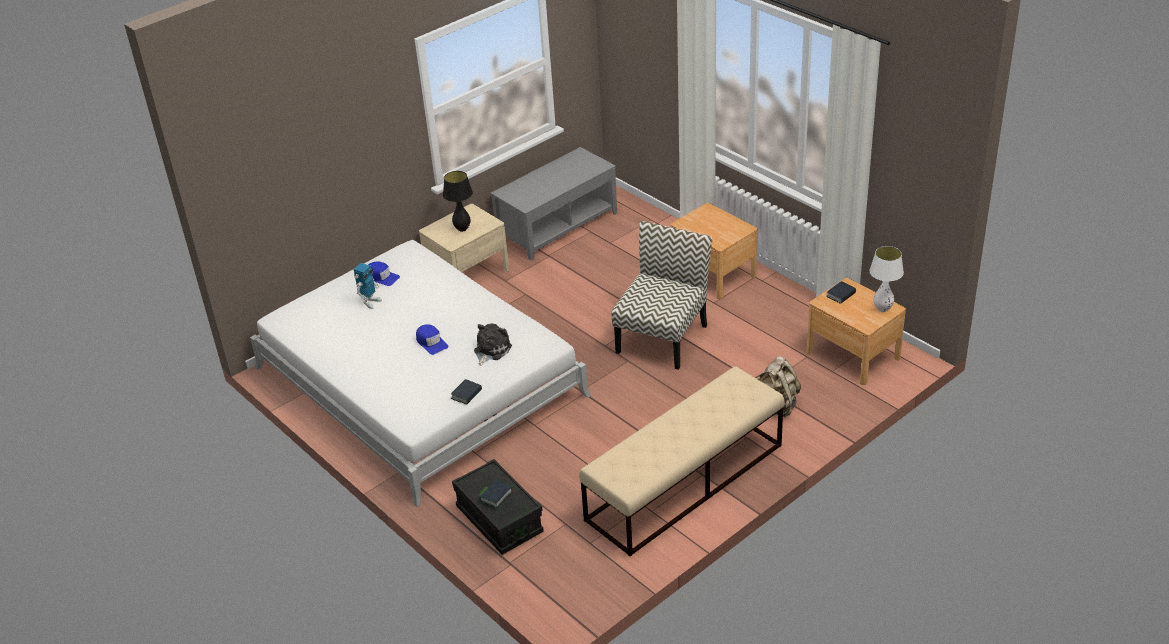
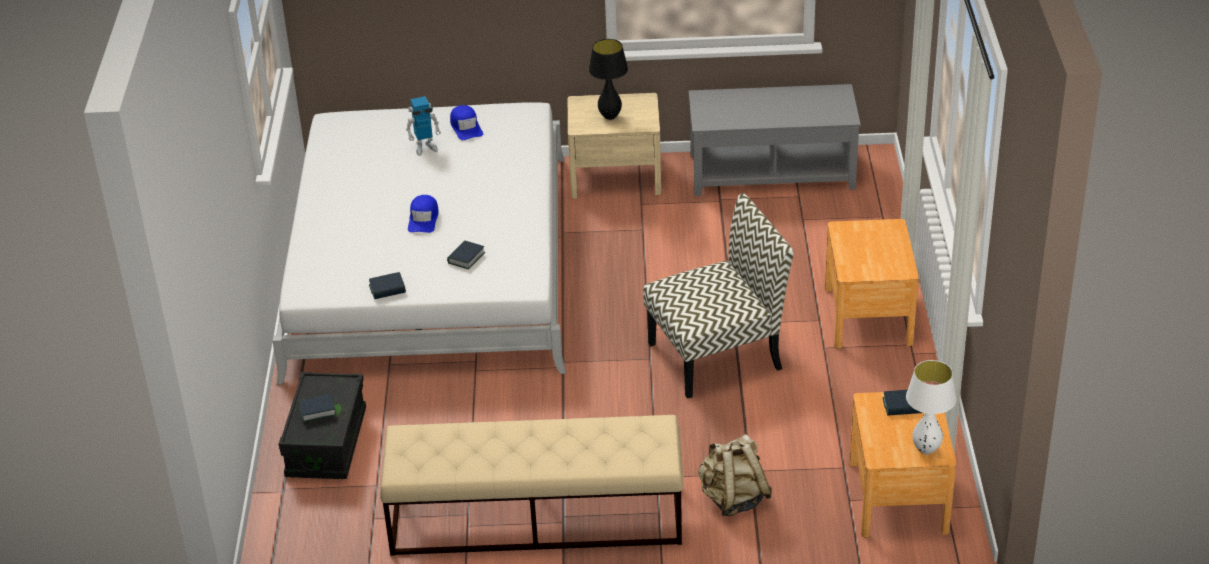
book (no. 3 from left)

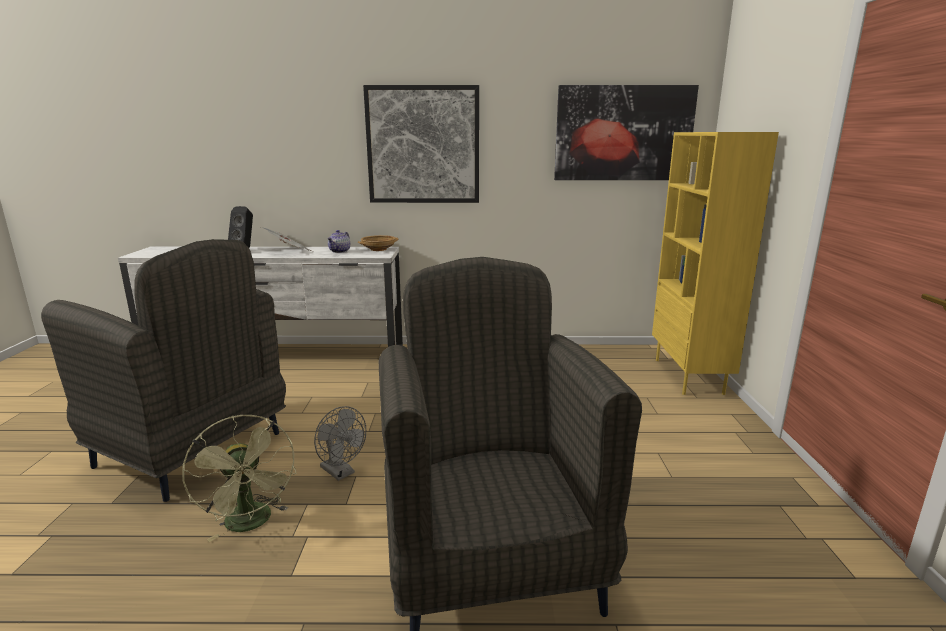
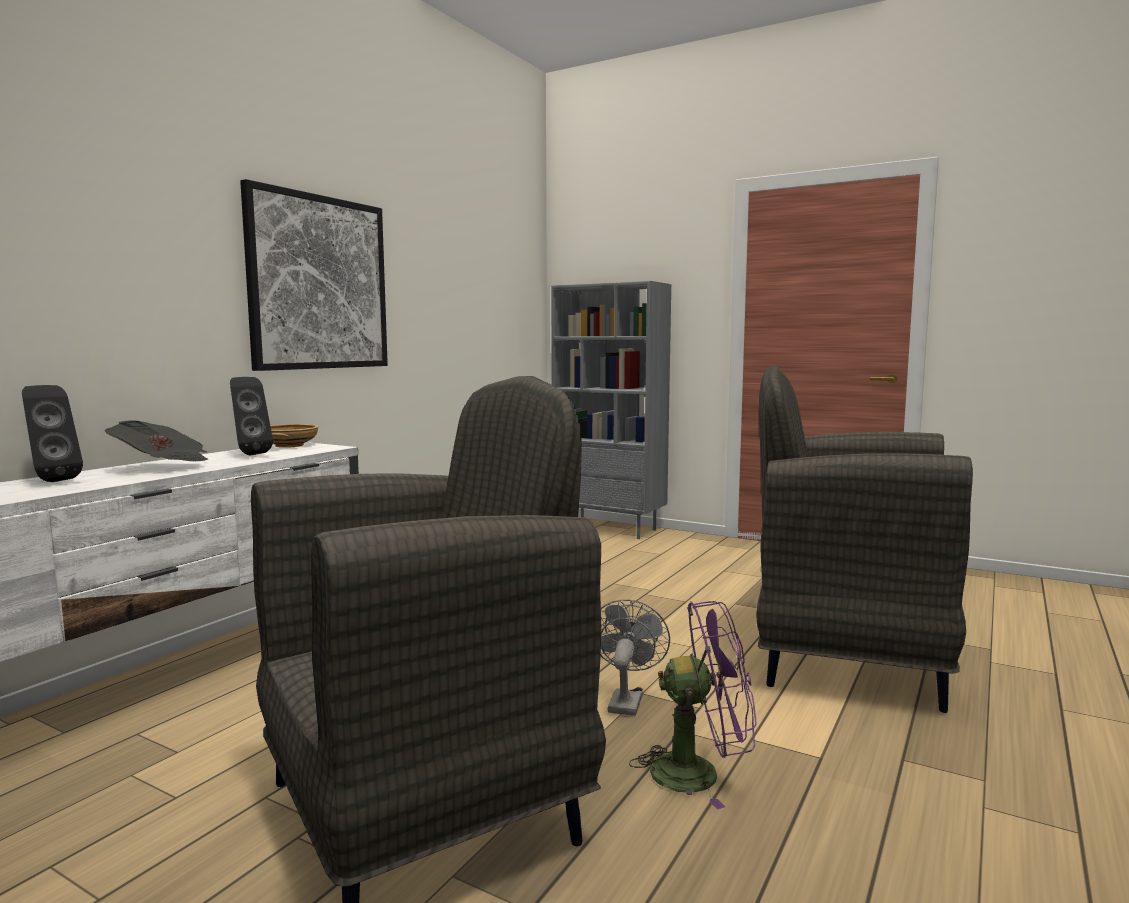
wall picture (no. 2 from left in the first image); blackish loudspeaker (no. 2 from left); purple-coloured cooling fan; greyish bookshelf; greyish cooling fan

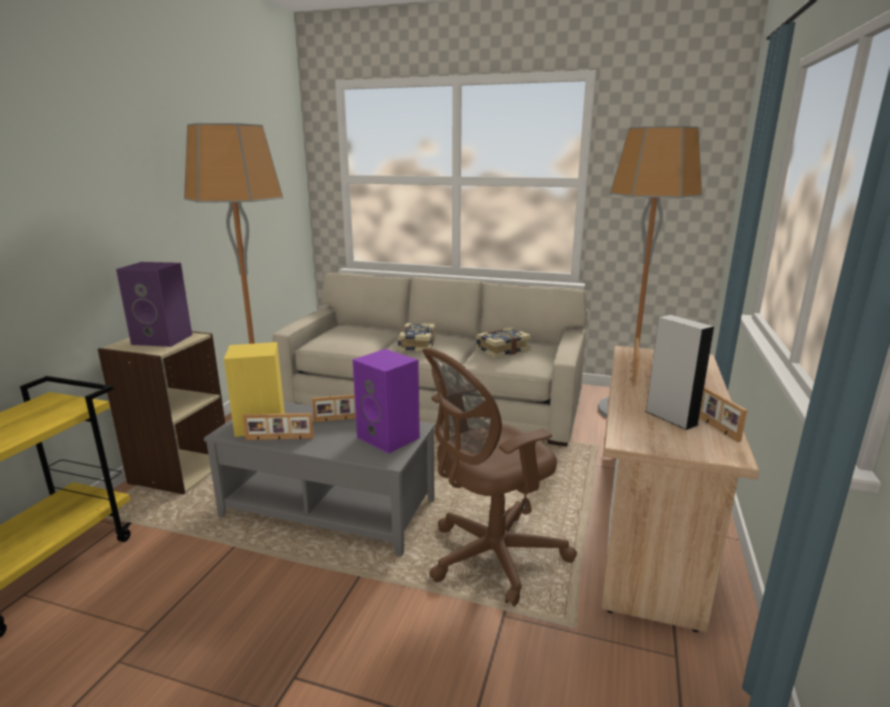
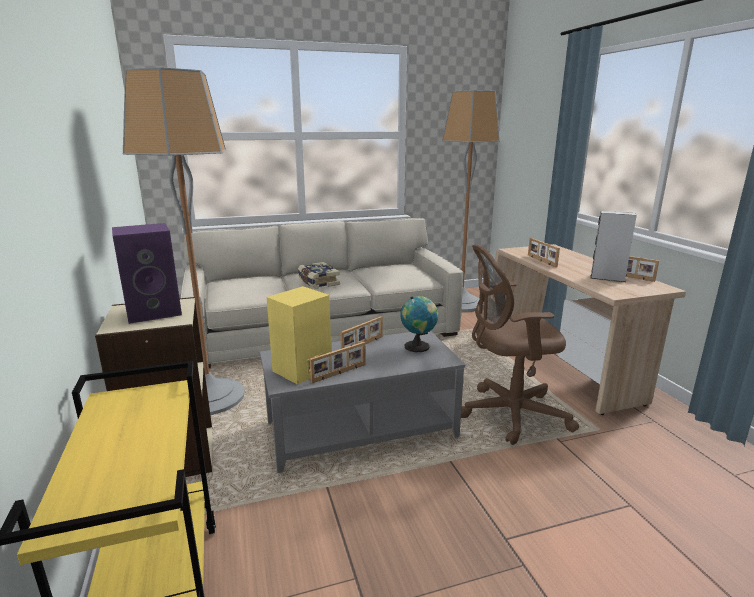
book (no. 2 from left in the first image); world globe; brown computer chair

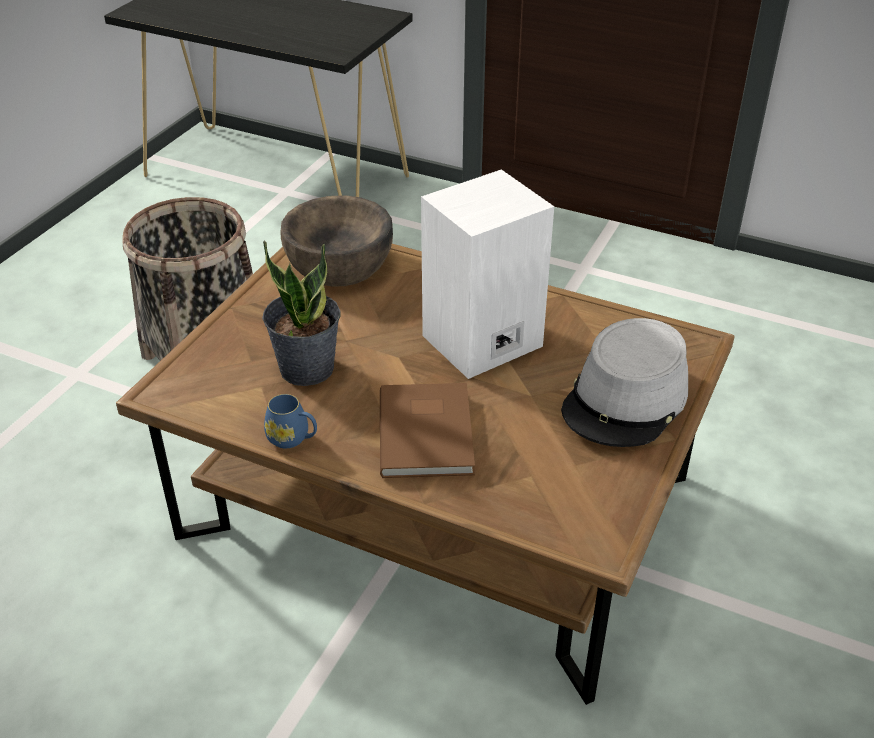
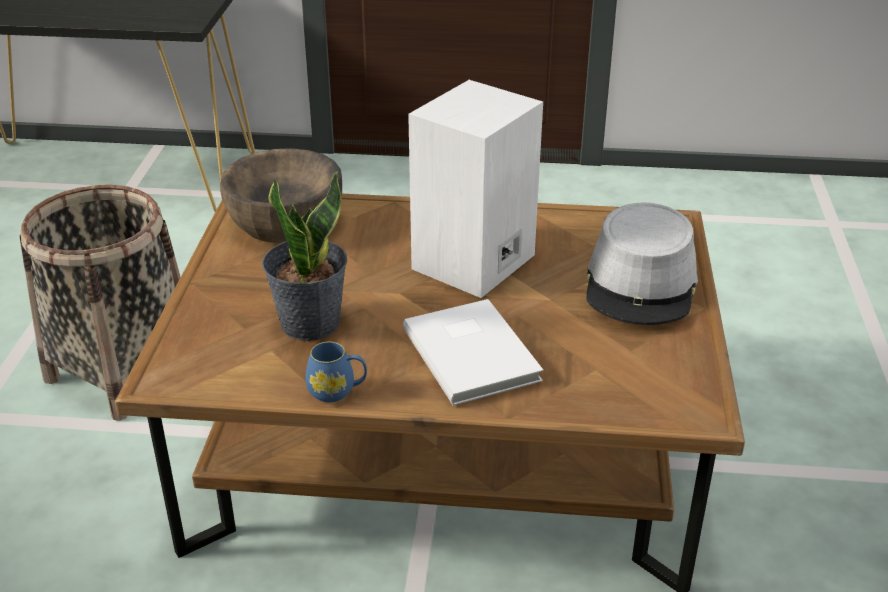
whitish book

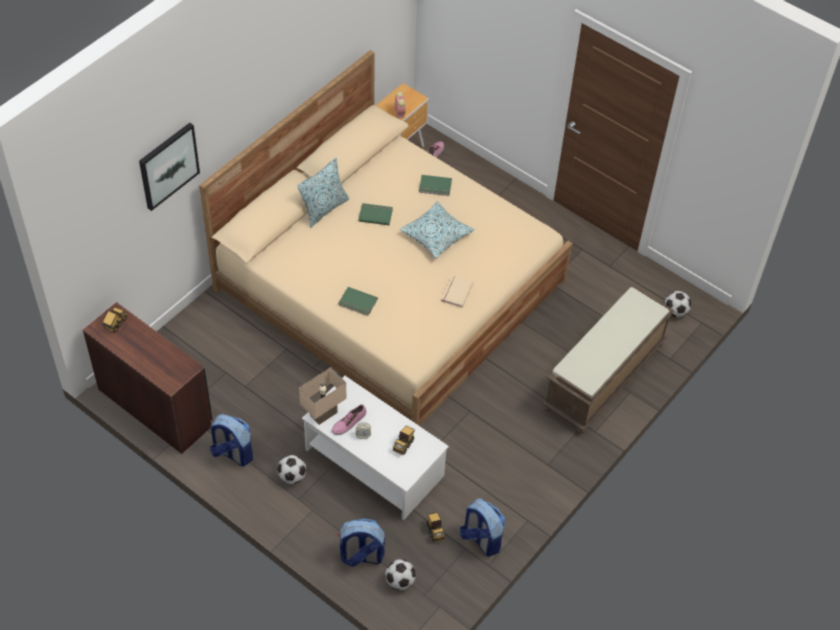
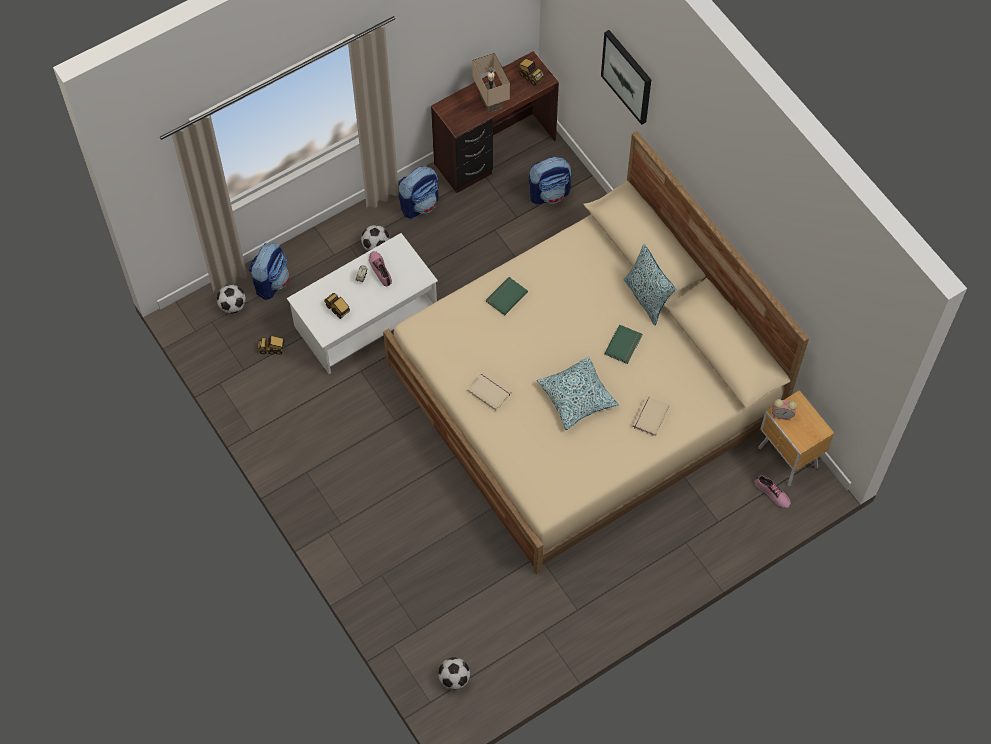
brown bench; beige-coloured table lamp; rucksack (no. 3 from left); beige-coloured book (no. 2 from left)

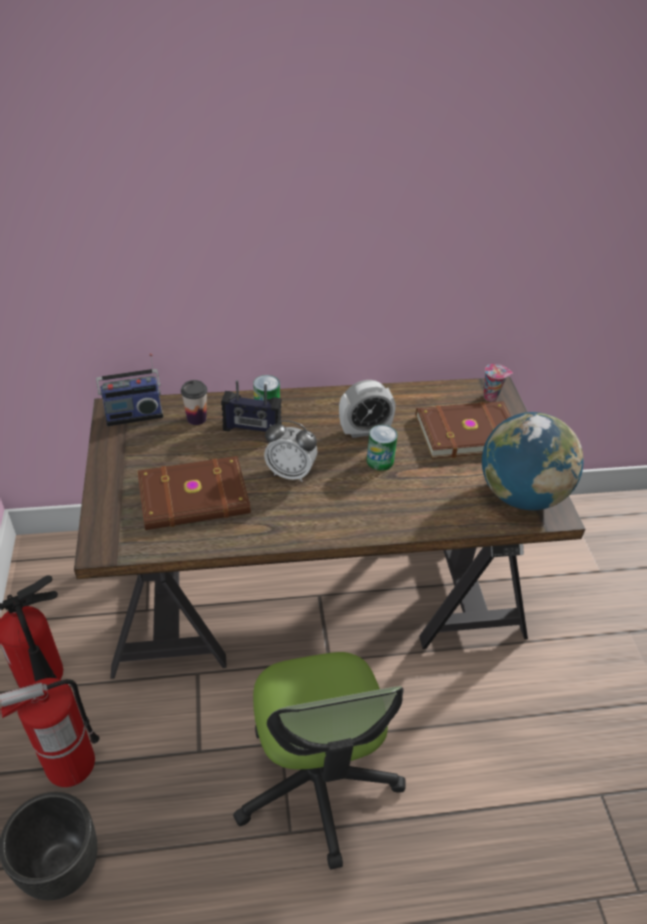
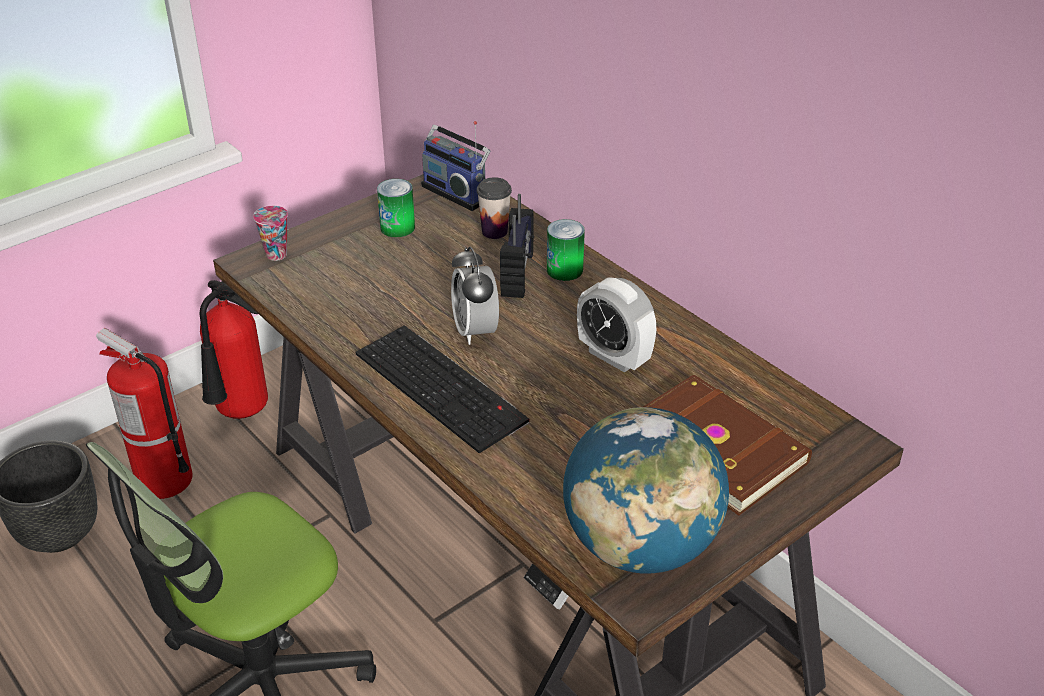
brown book (no. 1 from left in the first image); computer keyboard; metal can (no. 1 from left); small cup (no. 1 from left); radio (no. 2 from left)

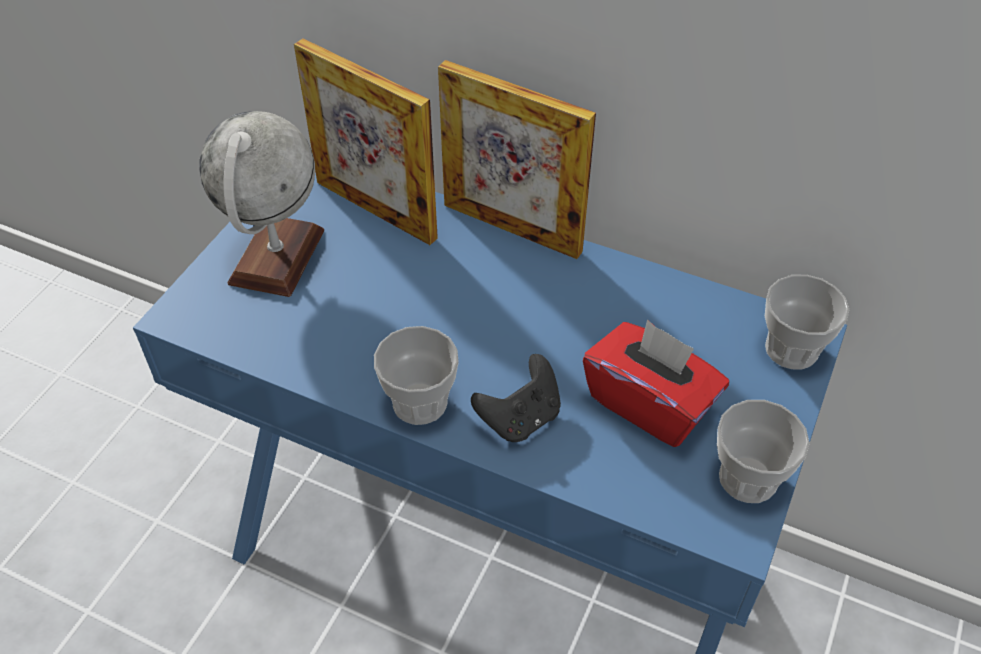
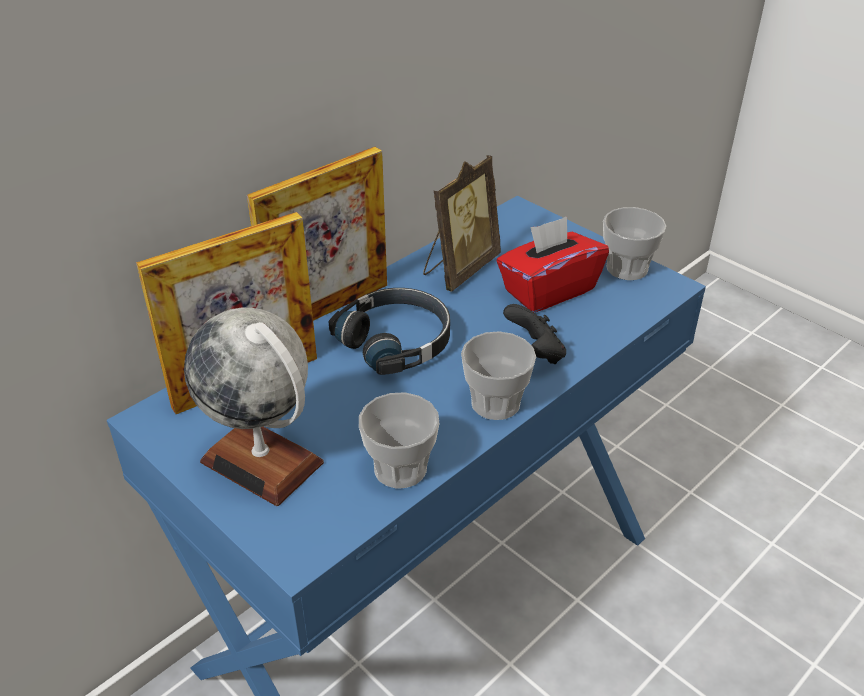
blackish headset; standing frame (no. 3 from left); small cup (no. 1 from left)

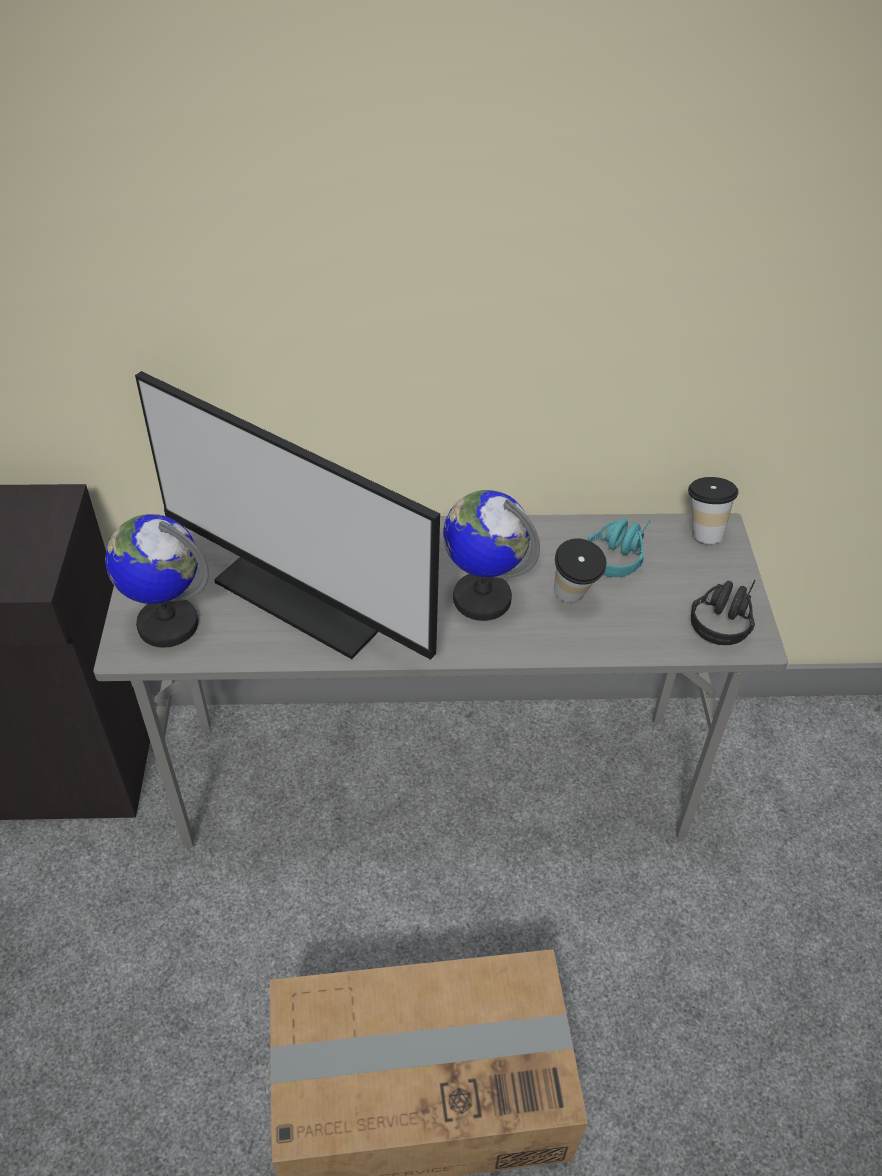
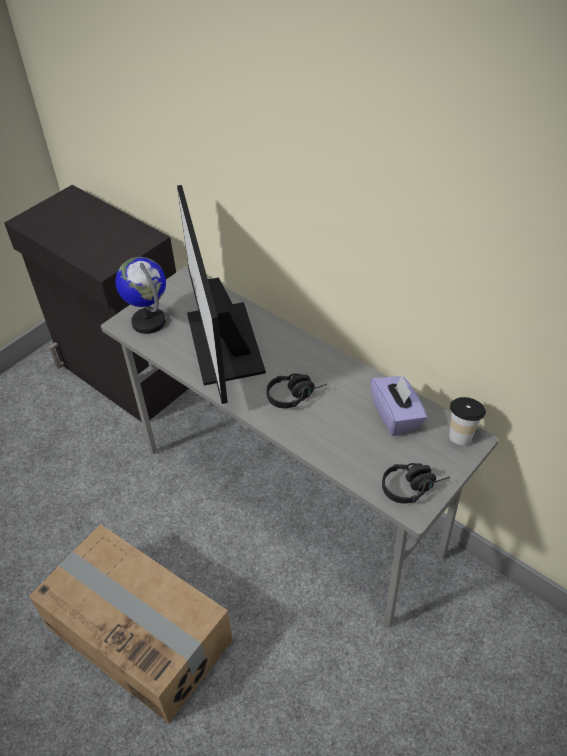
small cup (no. 1 from left in the first image); blackish headset (no. 1 from left); purple-coloured box of tissues

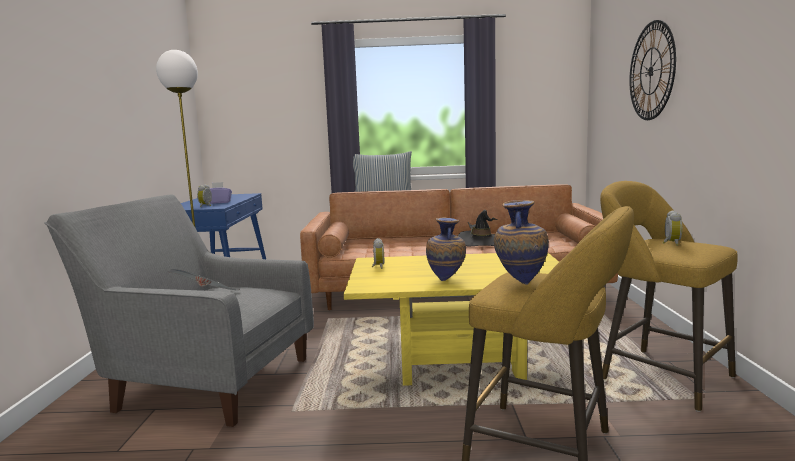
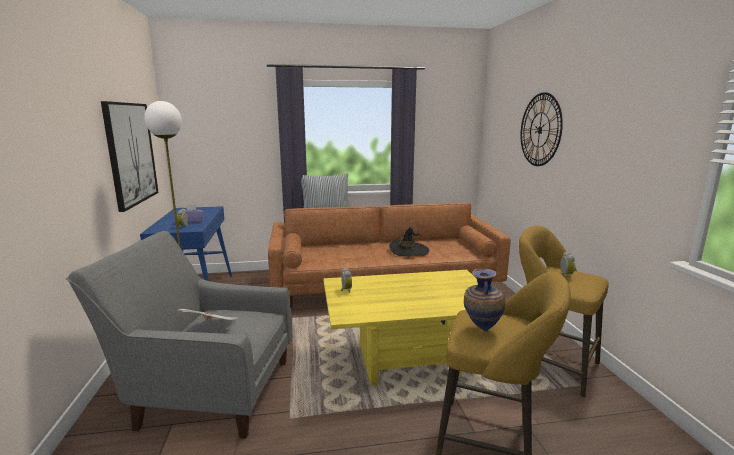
flower vase (no. 1 from left in the first image); wall picture

